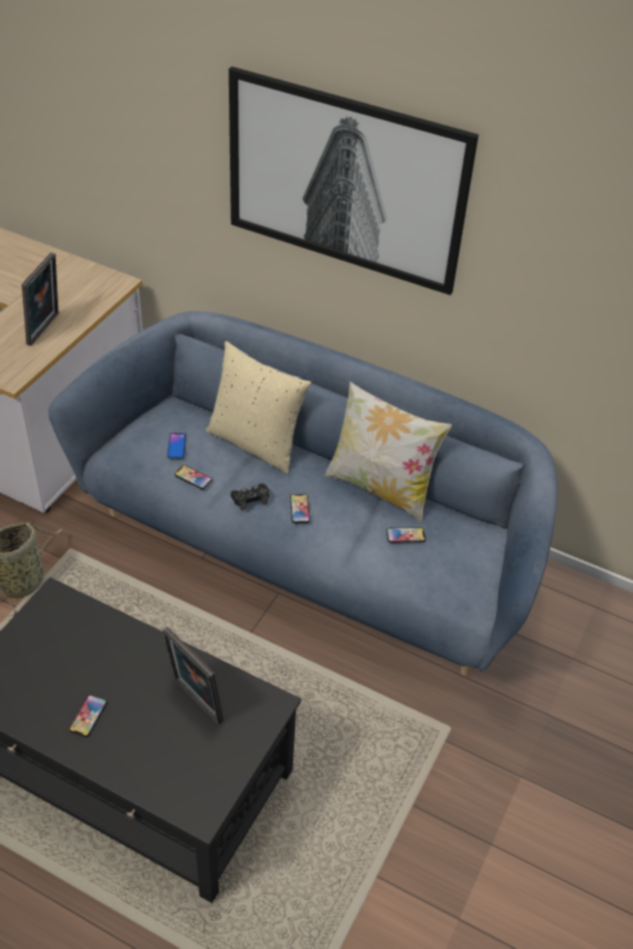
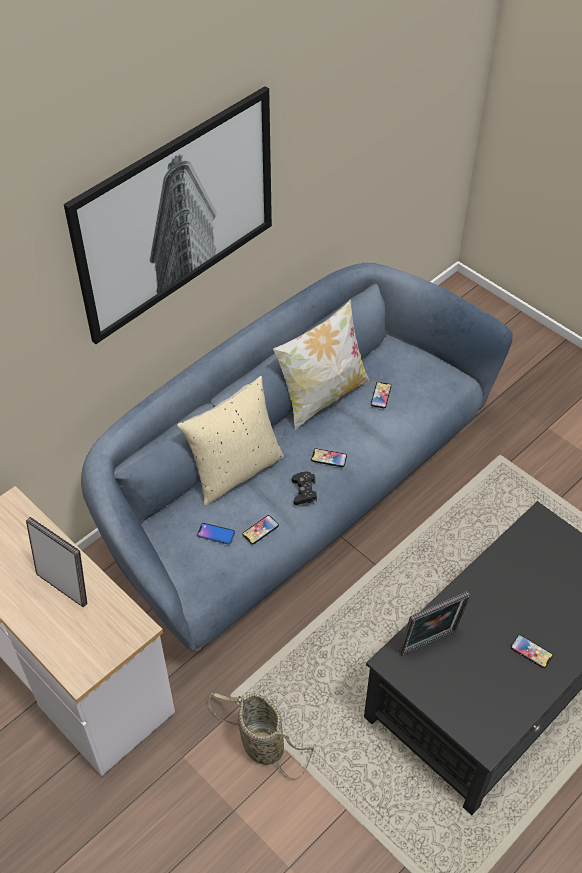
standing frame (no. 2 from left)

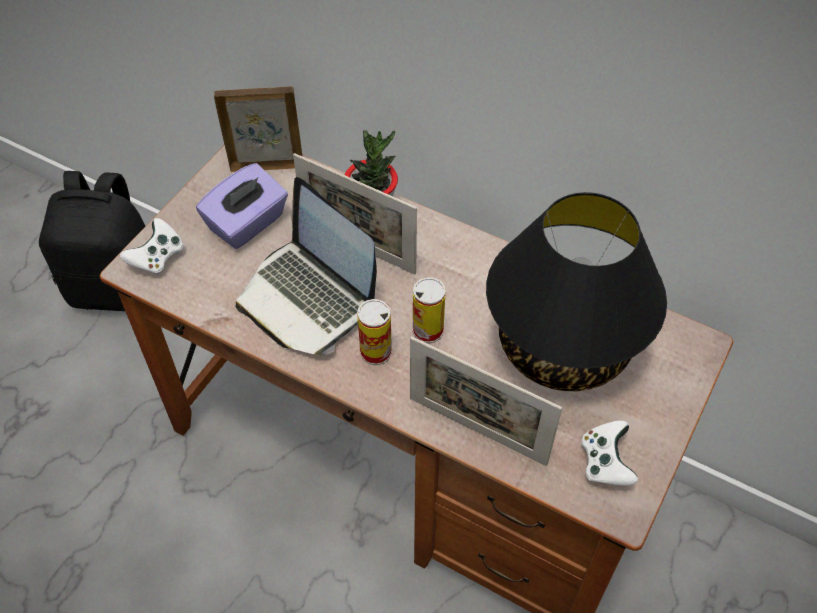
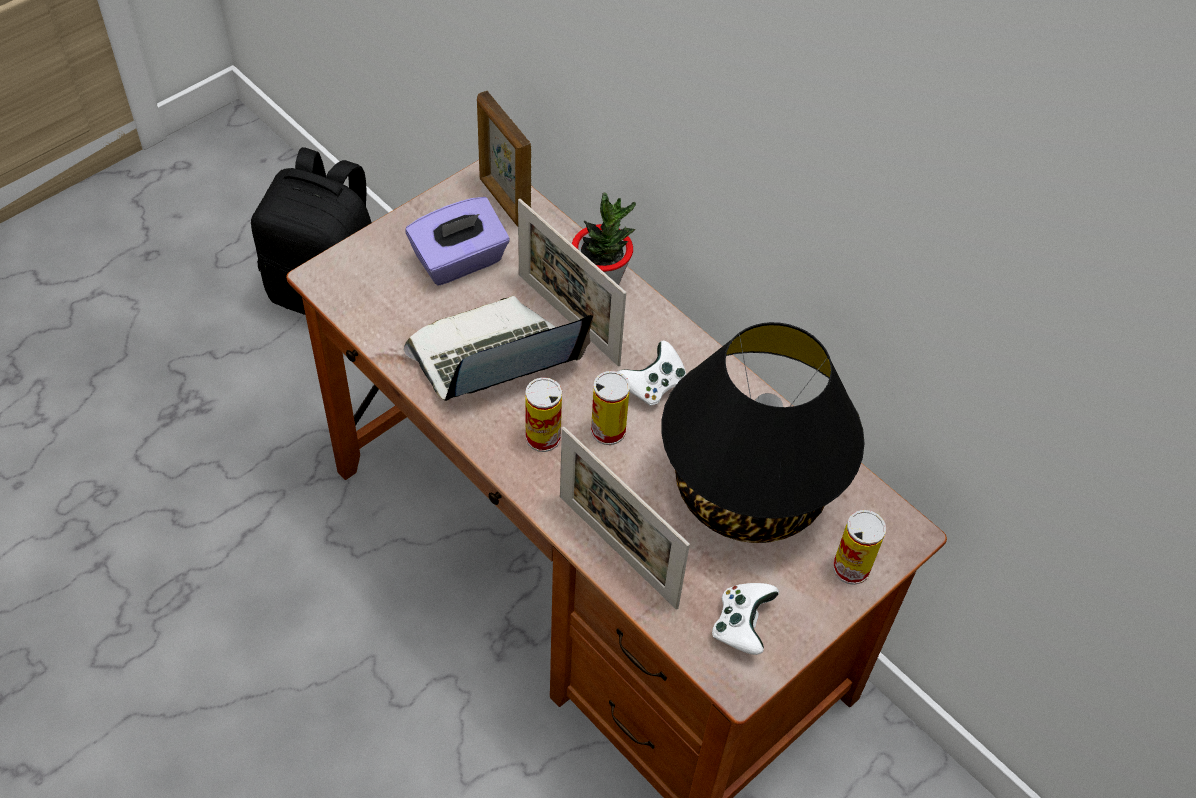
metal can (no. 3 from left); whitish gamepad (no. 1 from left); standing frame (no. 1 from left); portable computer

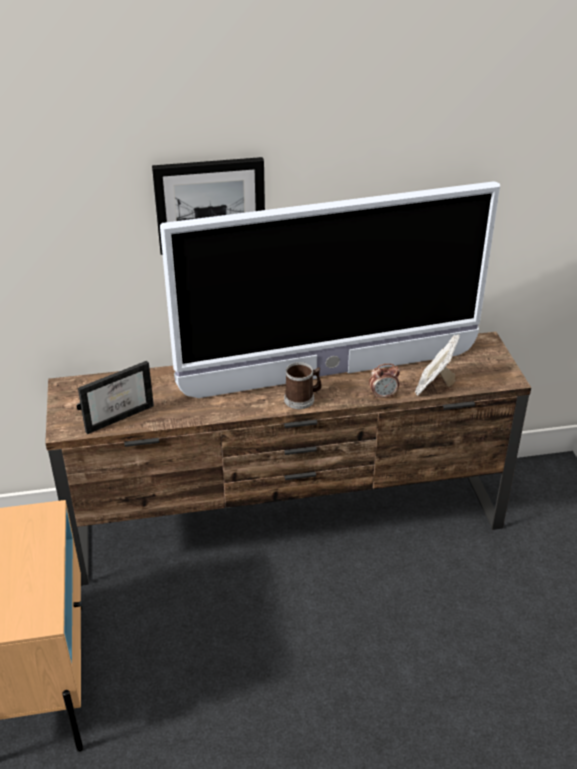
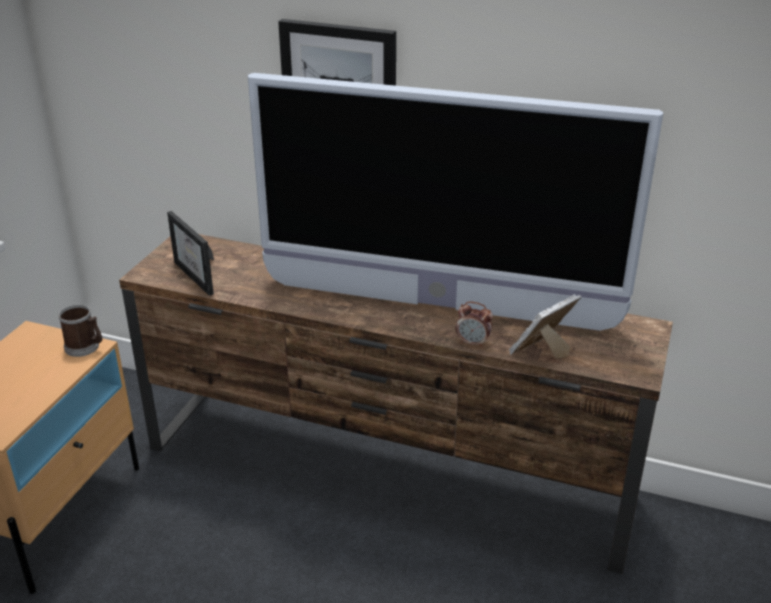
tea mug; standing frame (no. 1 from left)

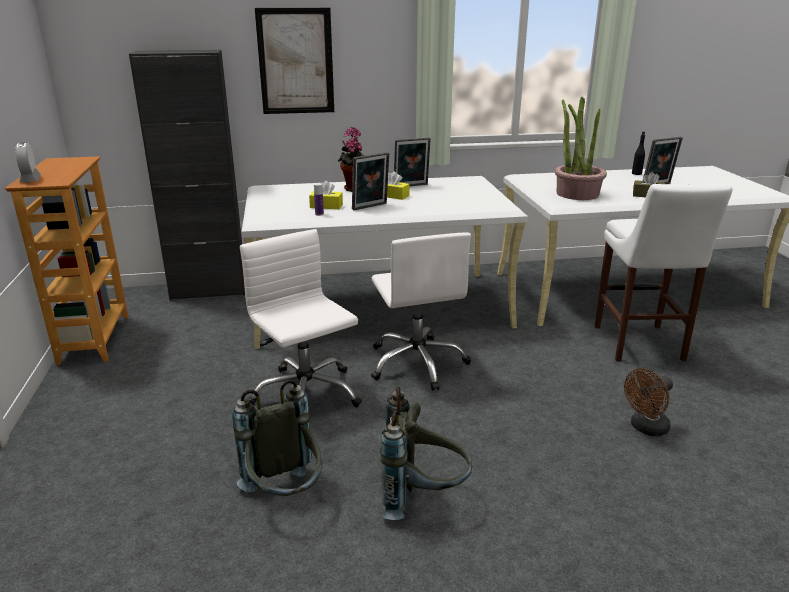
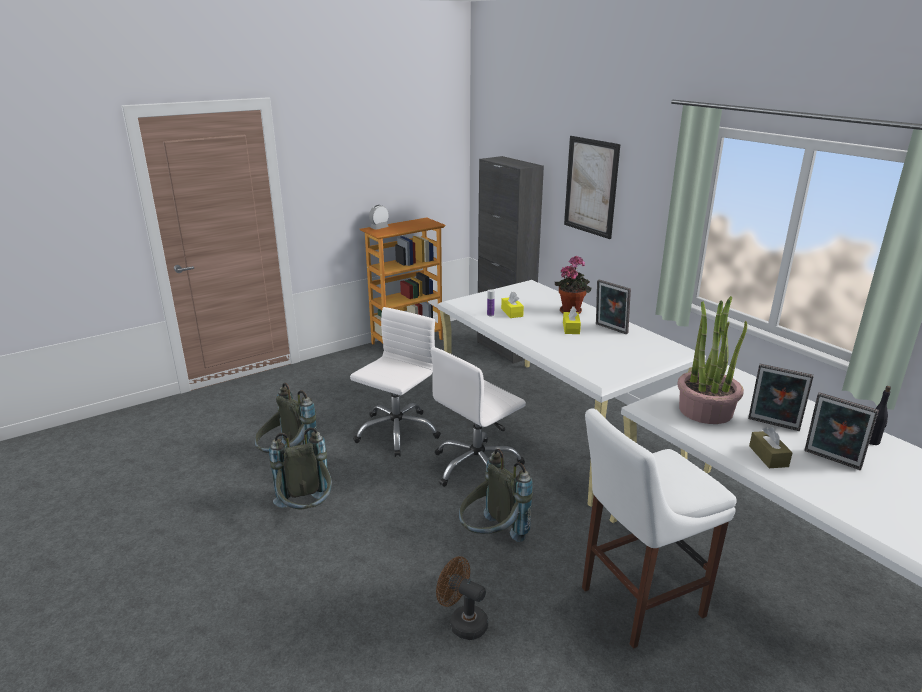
greyish rucksack (no. 3 from left); standing frame (no. 2 from left)

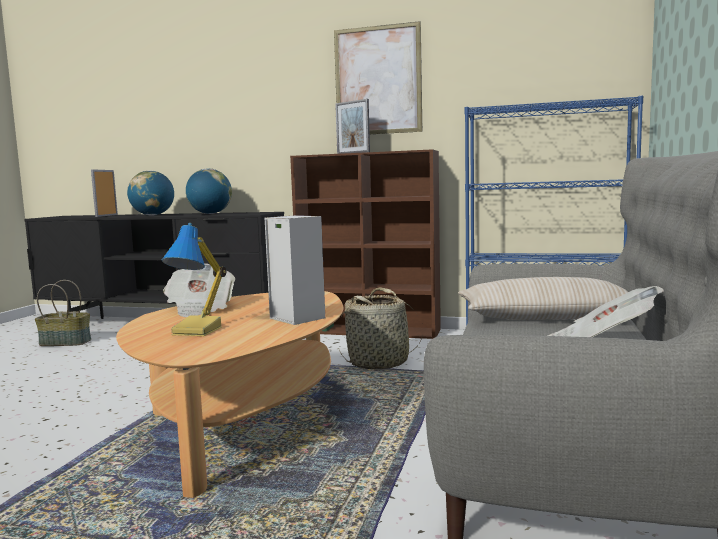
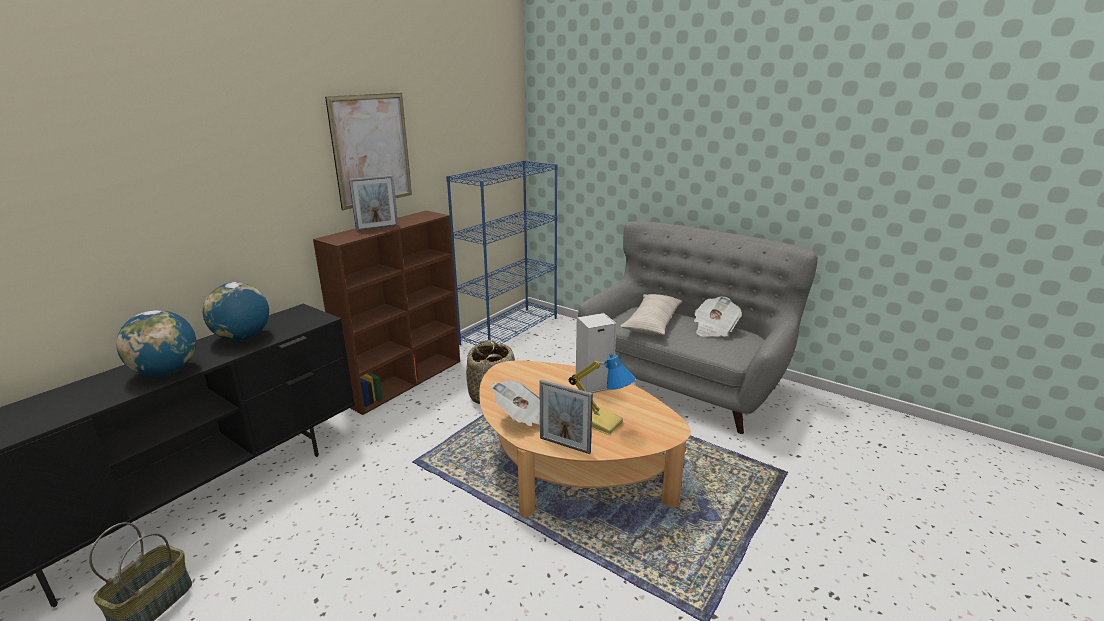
standing frame (no. 2 from left)

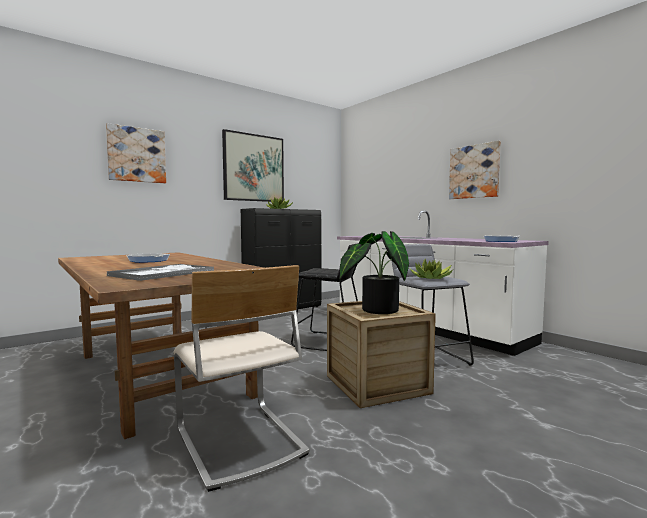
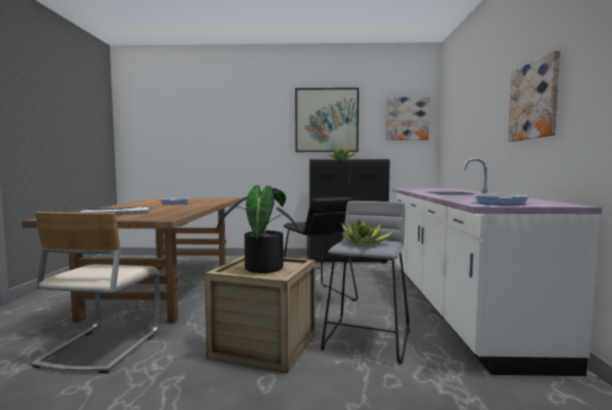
wall picture (no. 2 from left)

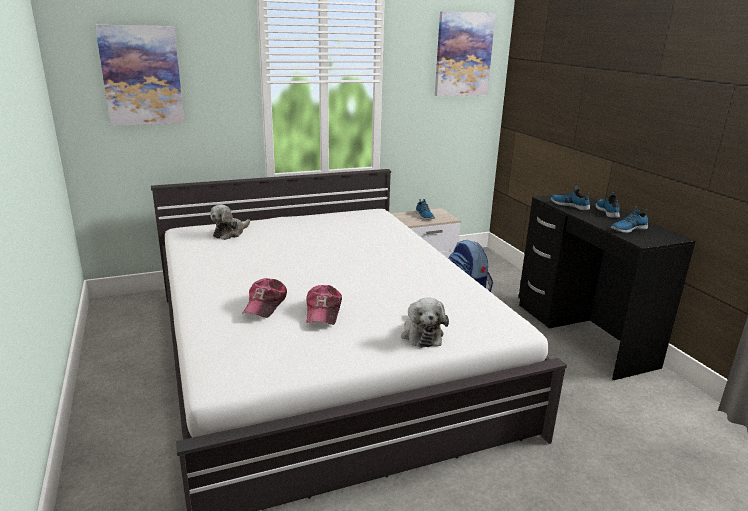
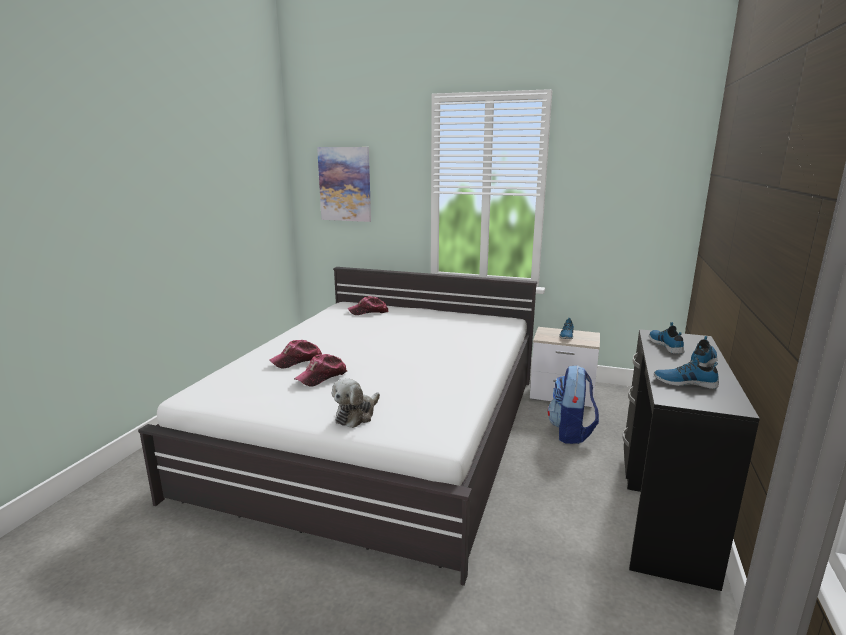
wall picture (no. 2 from left in the first image); peaked cap (no. 3 from left)

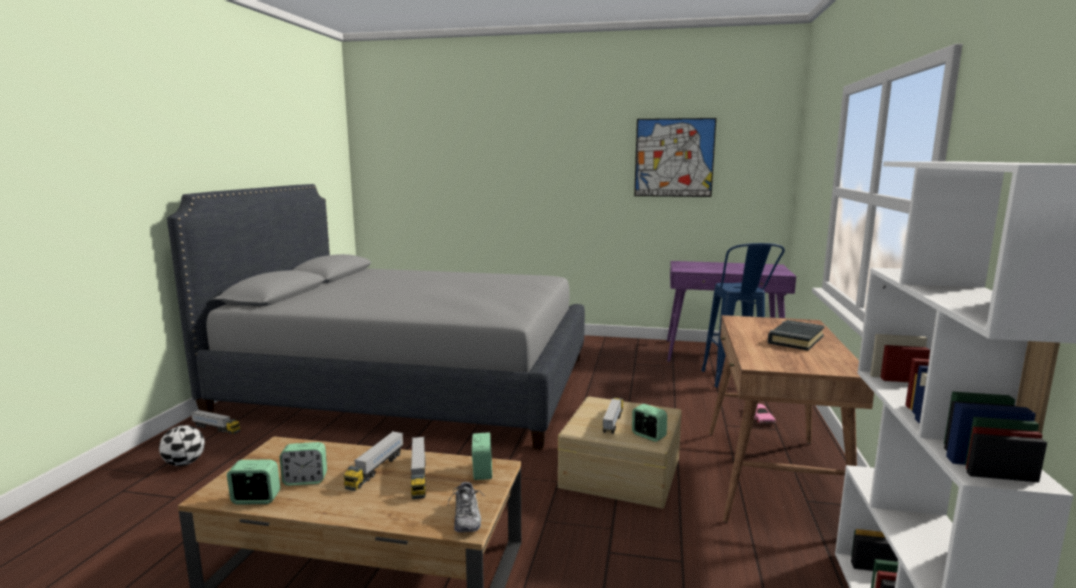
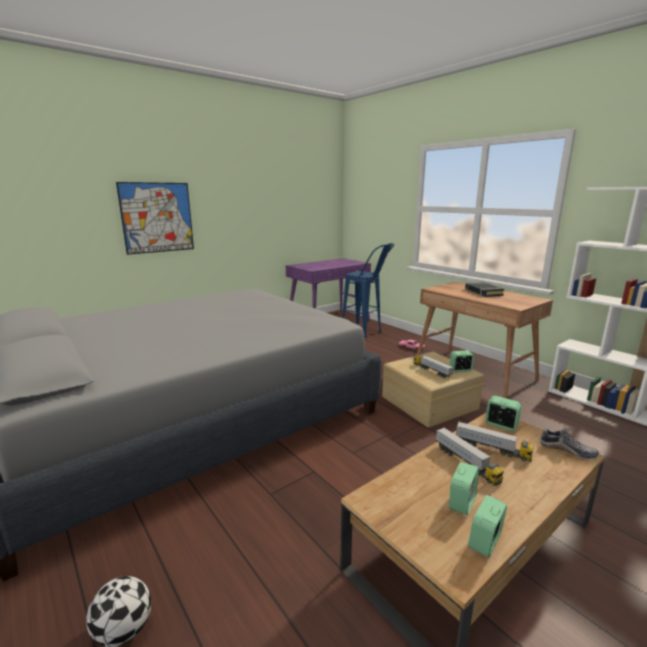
model truck (no. 1 from left in the first image); wall picture

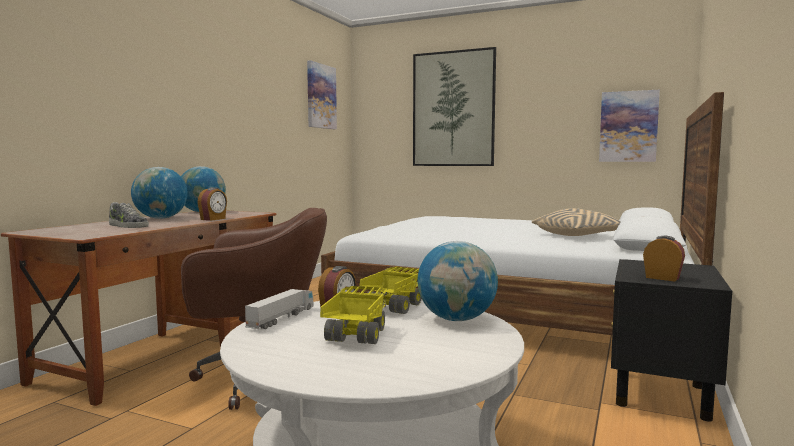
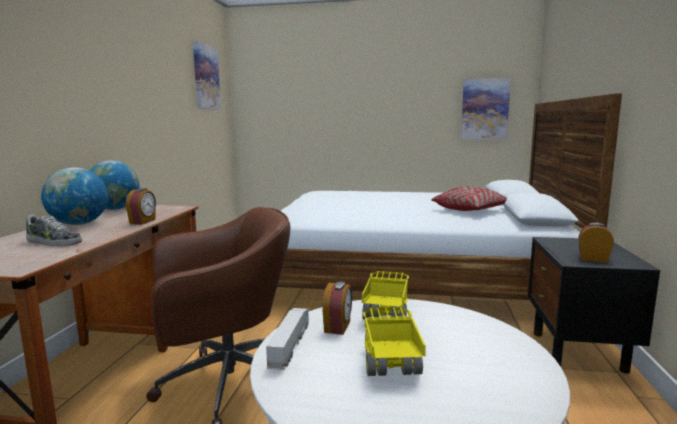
wall picture (no. 2 from left in the first image); world globe (no. 3 from left in the first image); reddish pillow

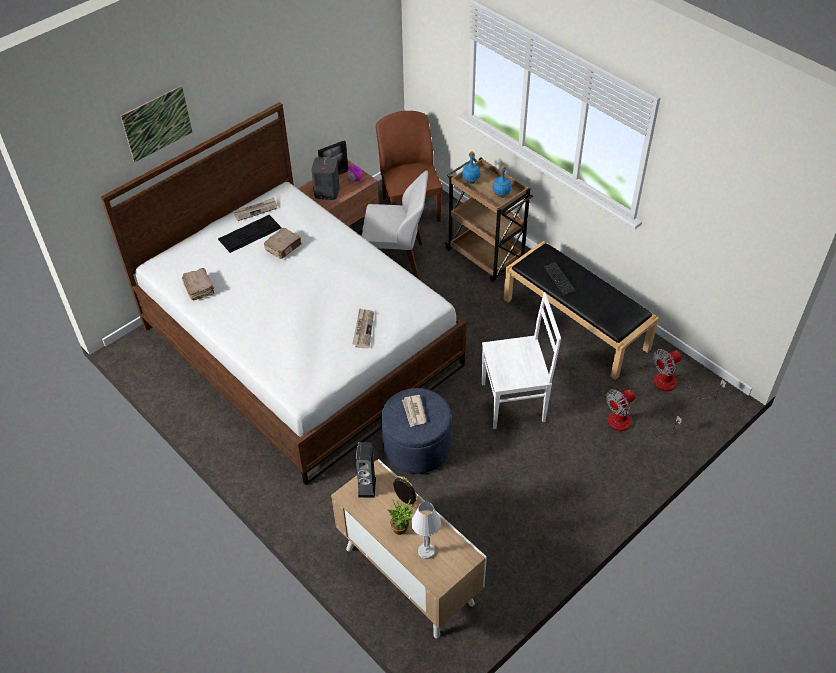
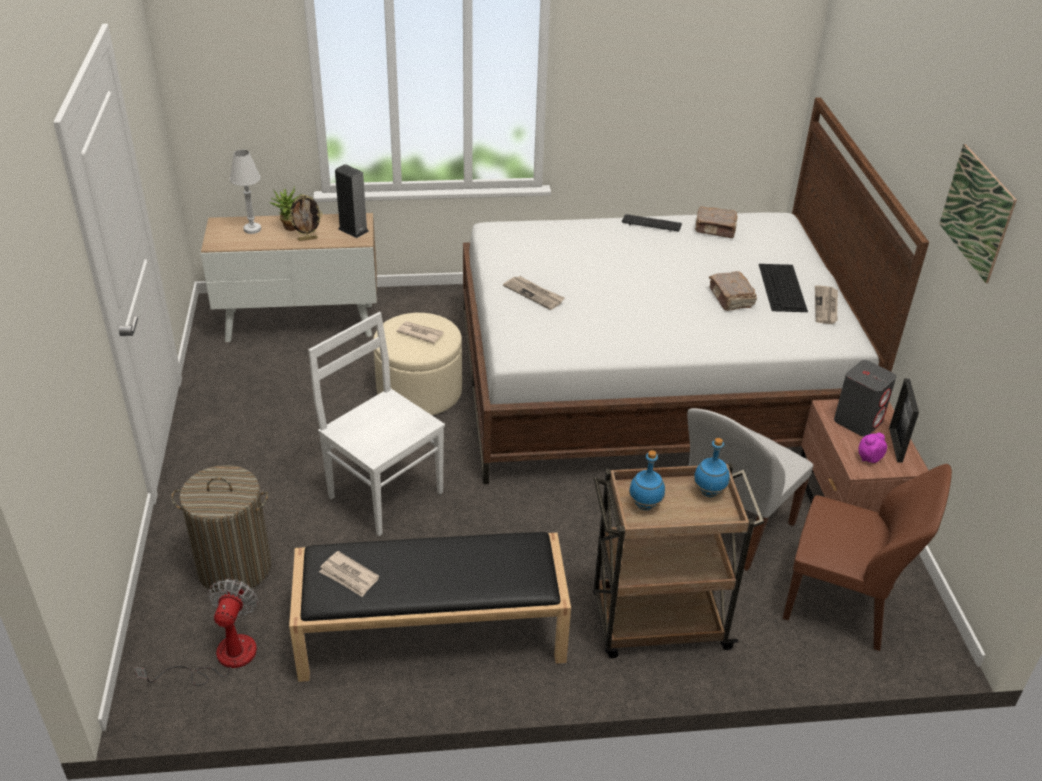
printed paper (no. 1 from left); wall picture; computer keyboard (no. 1 from left); washing basket; beige-coloured footrest; whitish chair (no. 1 from left)

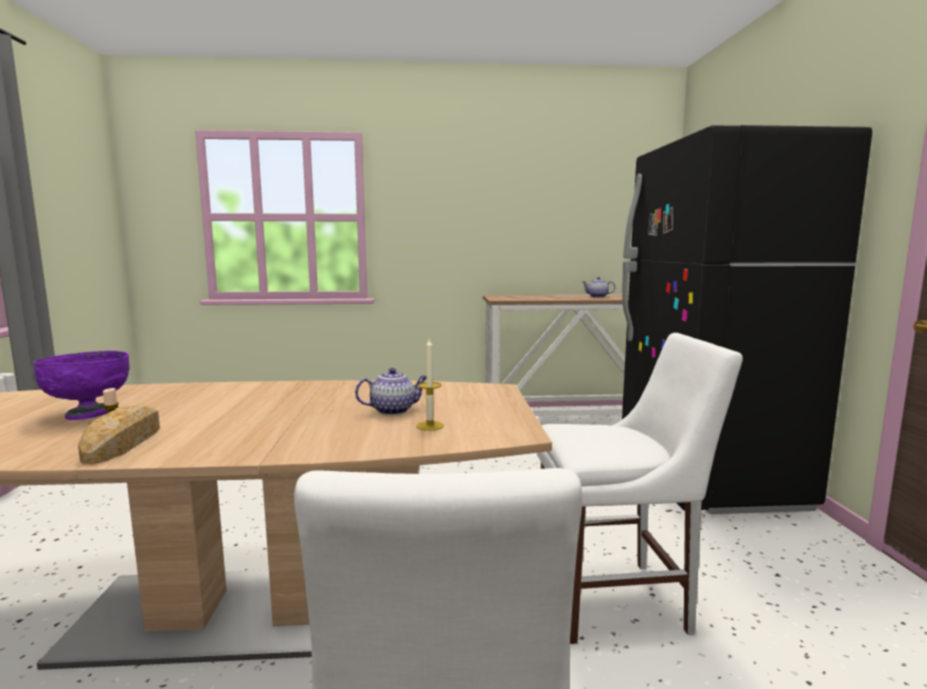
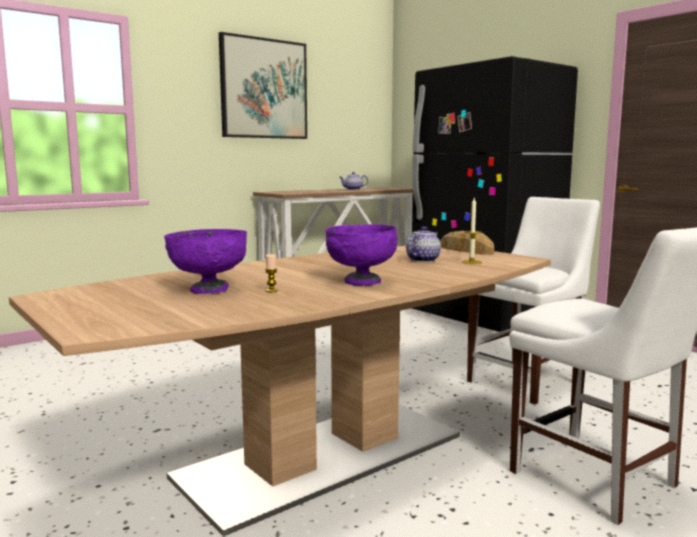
wall picture; purple-coloured deep dish (no. 2 from left); baked bread

